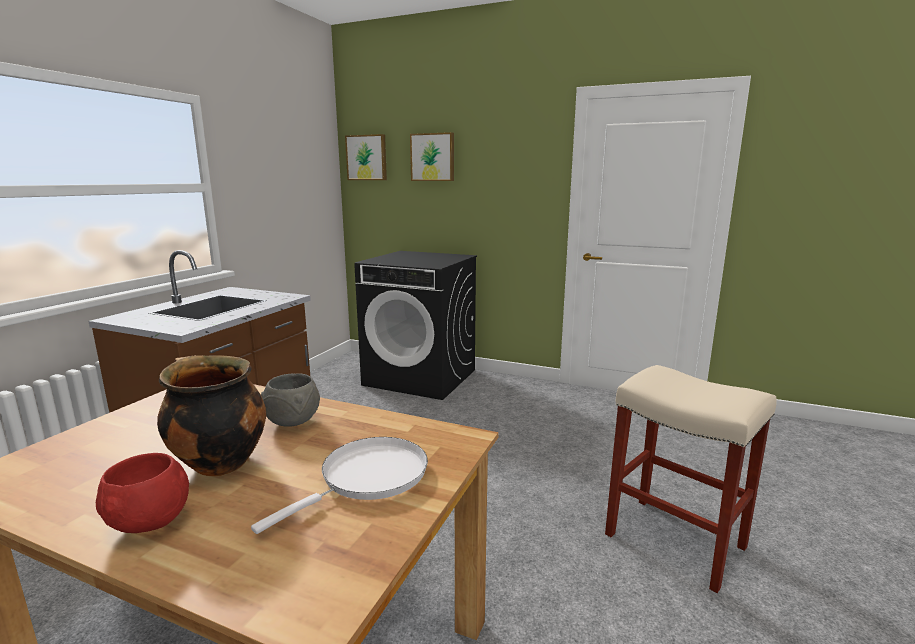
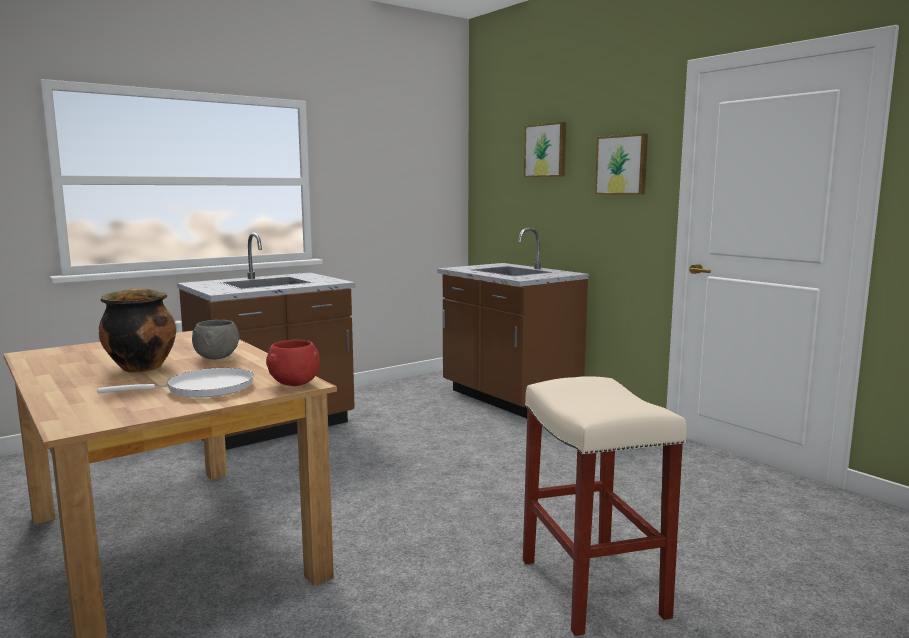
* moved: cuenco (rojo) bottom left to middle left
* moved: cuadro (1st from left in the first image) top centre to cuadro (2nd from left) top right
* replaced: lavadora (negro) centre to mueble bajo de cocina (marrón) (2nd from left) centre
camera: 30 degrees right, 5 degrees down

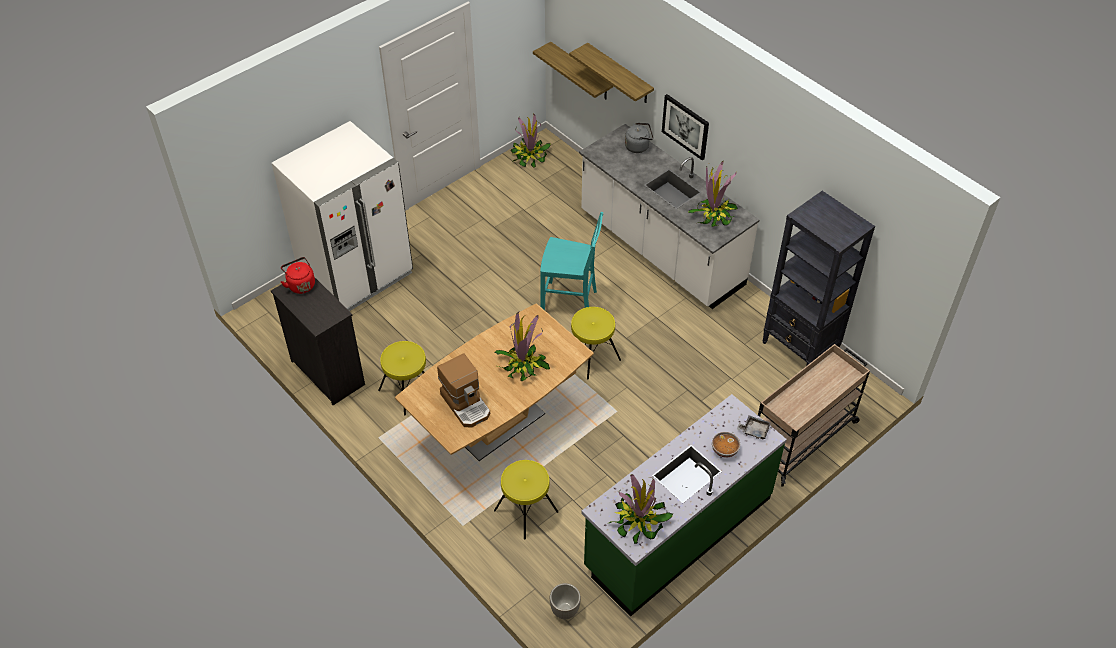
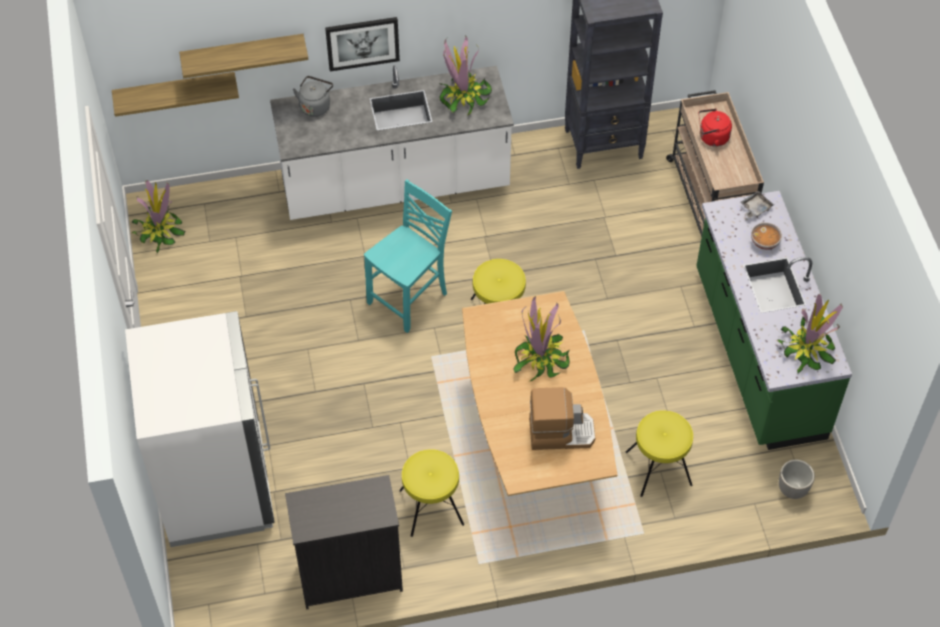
* moved: hervidor (rojo) middle left to top right
camera: 60 degrees left, 5 degrees up

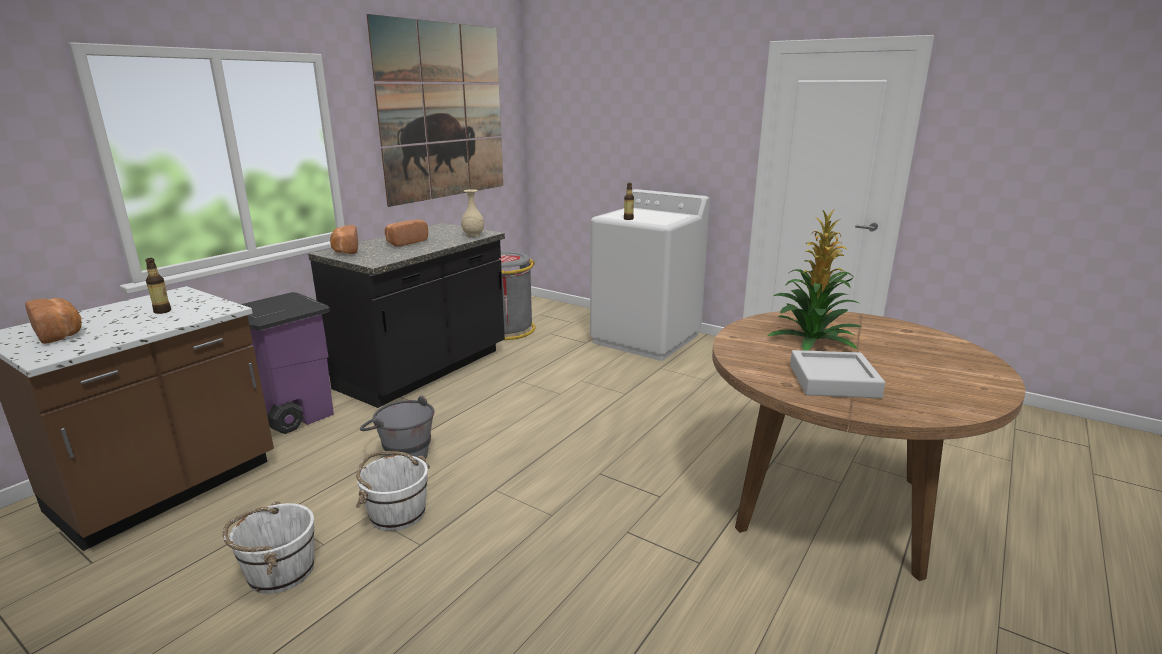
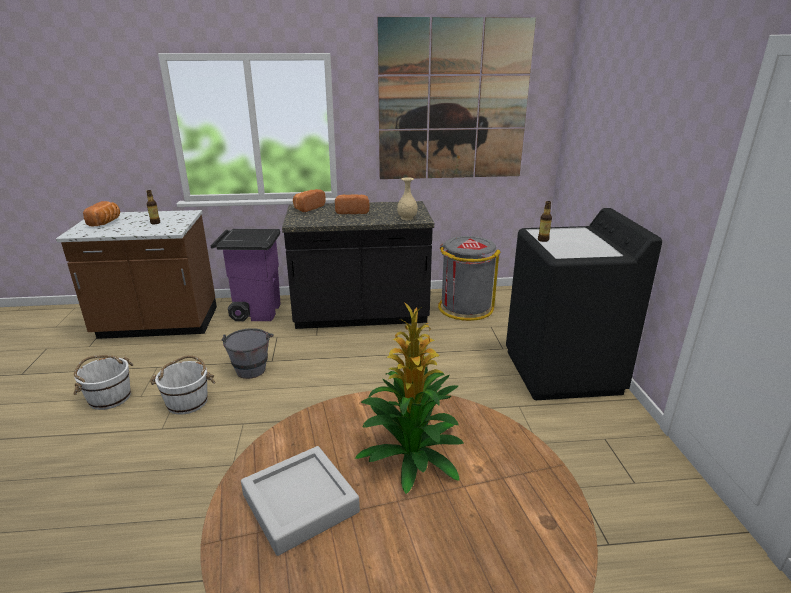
* recoloured: lavadora (blanco) centre to lavadora (negro) middle right
camera: 50 degrees right, 5 degrees up

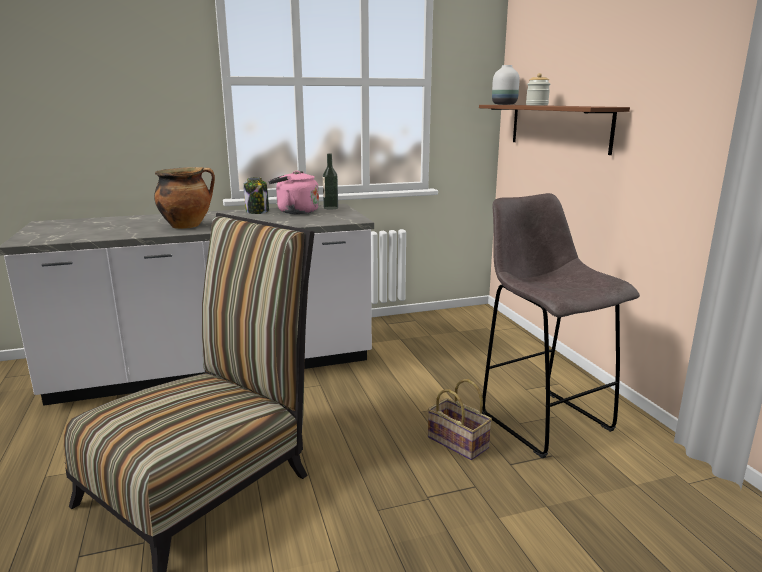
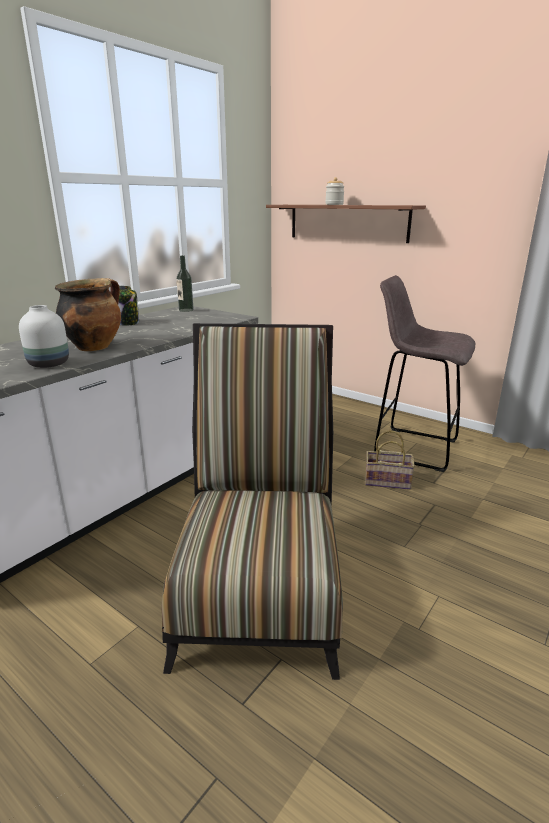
* removed: hervidor (rosa) centre
* moved: florero (blanco) top centre to middle left
camera: 35 degrees left, 5 degrees up

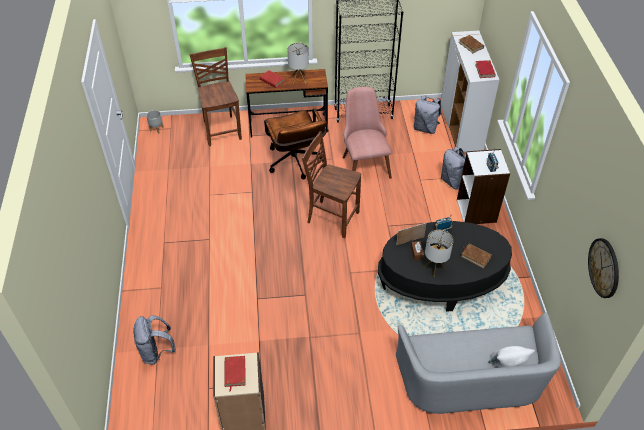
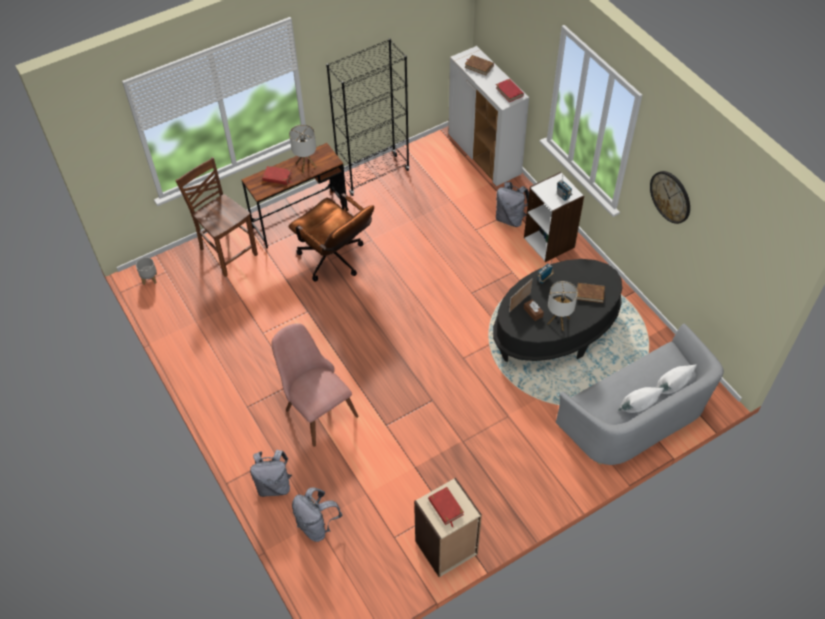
* removed: silla (marrón) (2nd from left) centre
* added: cojín (blanco) (1st from left) middle right
* moved: silla (rosa) top centre to centre
* moved: mochila (gris) (2nd from left in the first image) top centre to mochila (gris) (1st from left) bottom left
* moved: reloj de pared middle right to top right
camera: 25 degrees left, 5 degrees up

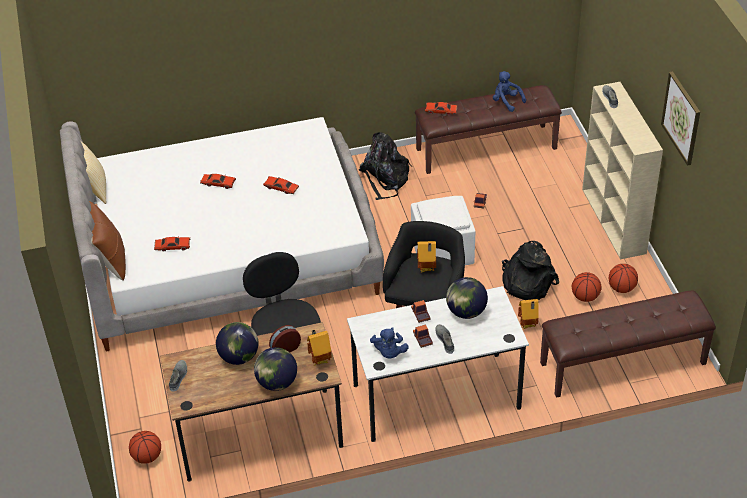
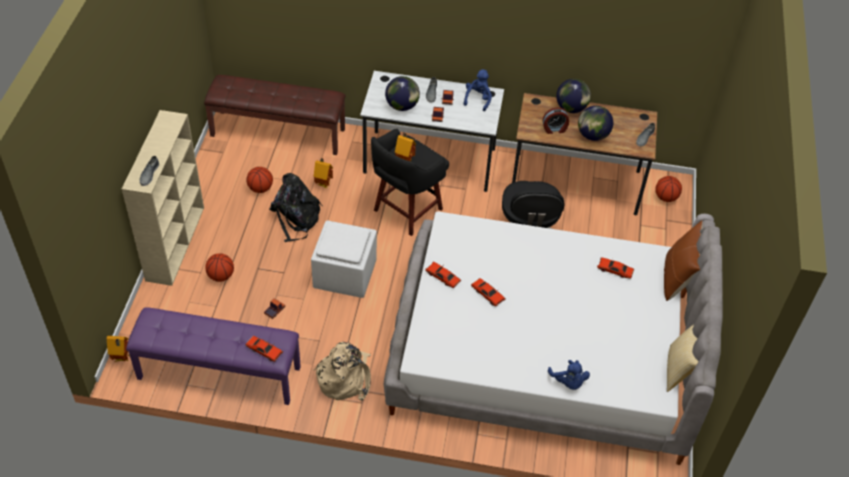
* removed: cuadro top right
* moved: coche de juguete (rojo) (2nd from left) middle left to centre
* moved: casita (1st from left) bottom centre to bottom left
* moved: peluche (azul) (2nd from left) top right to bottom right
* moved: balón de baloncesto (3rd from left in the first image) middle right to balón de baloncesto (1st from left) middle left
* recoloured: mochila (negro) (1st from left) centre to mochila (beis) bottom centre
* recoloured: banco (marrón) (1st from left) top centre to banco (morado) bottom left
camera: 160 degrees left, 5 degrees up

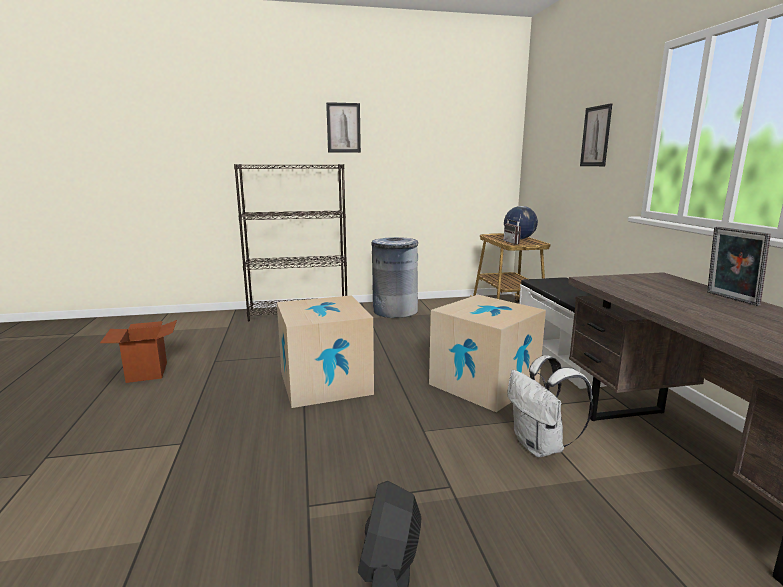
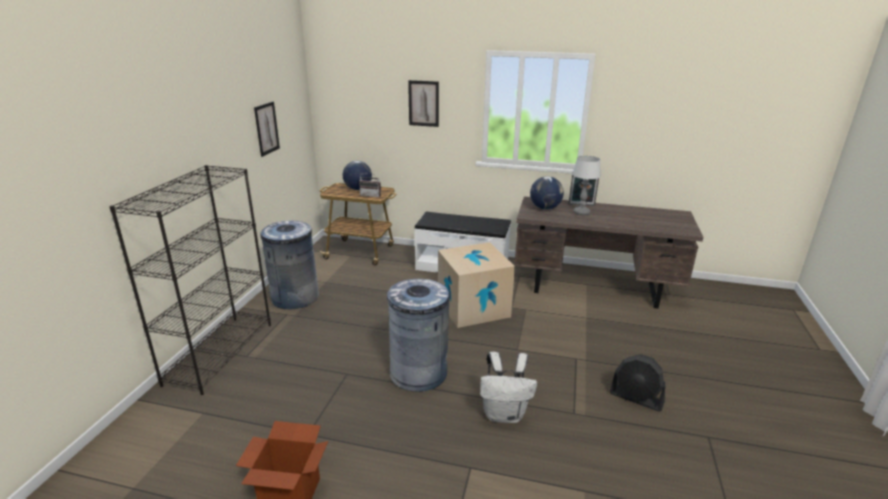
* added: globo terráqueo (2nd from left) centre
* added: lámpara de mesa centre
* moved: cuadro (1st from left) top centre to top left
* moved: mochila (blanco) bottom right to bottom centre
* replaced: caja de cartón (2nd from left) centre to papelera (gris) (2nd from left) bottom centre
camera: 65 degrees left, 10 degrees up

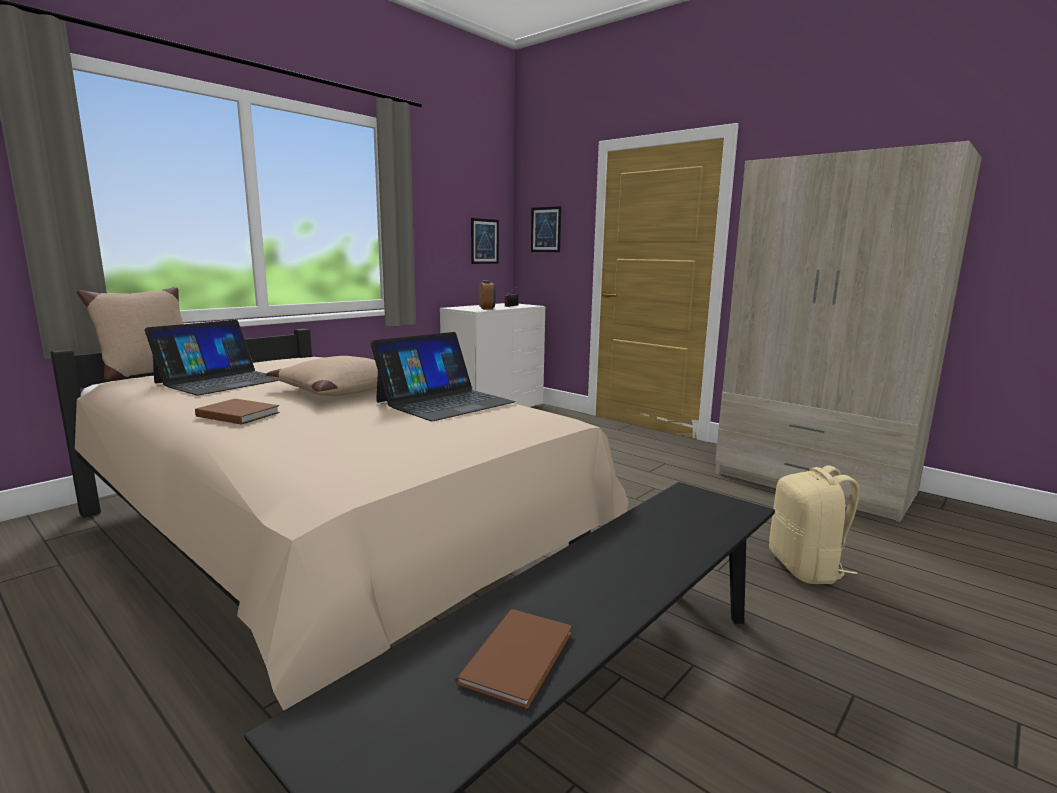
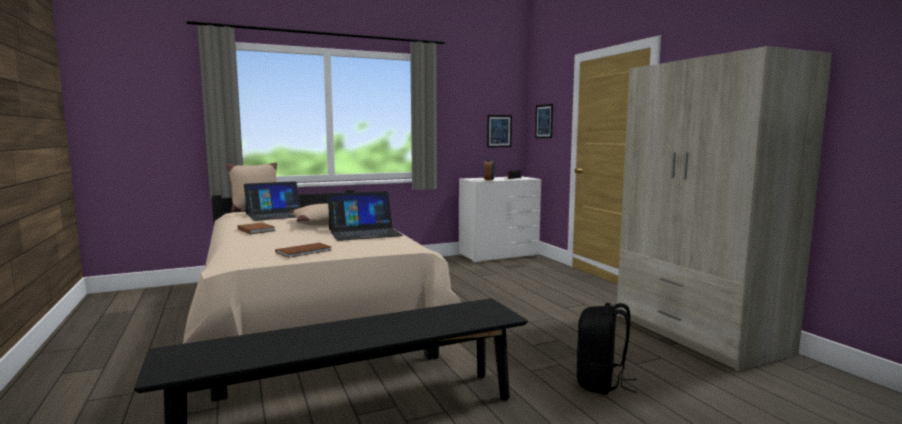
* moved: libro (marrón) (2nd from left) bottom centre to centre
* recoloured: mochila (beis) middle right to mochila (negro) bottom right
camera: 25 degrees right, 5 degrees down

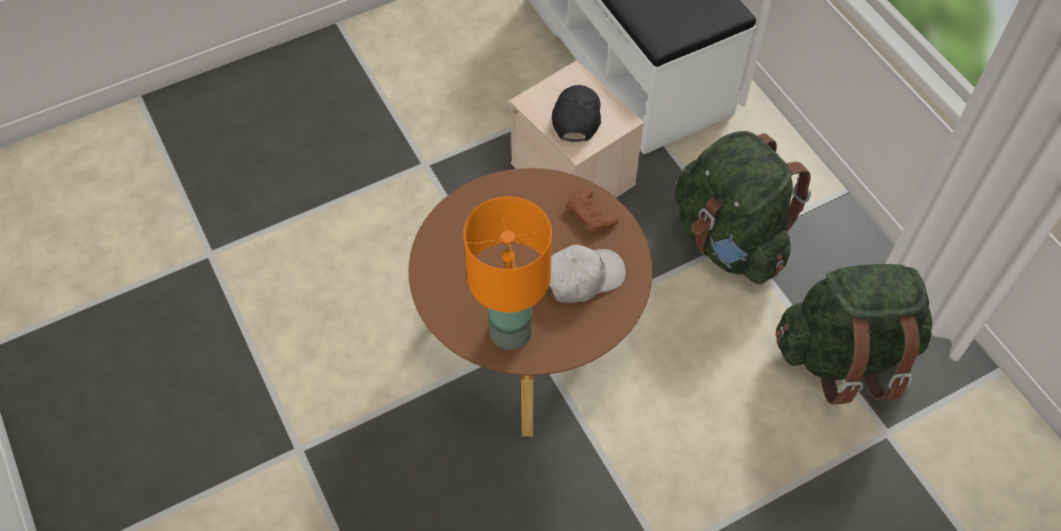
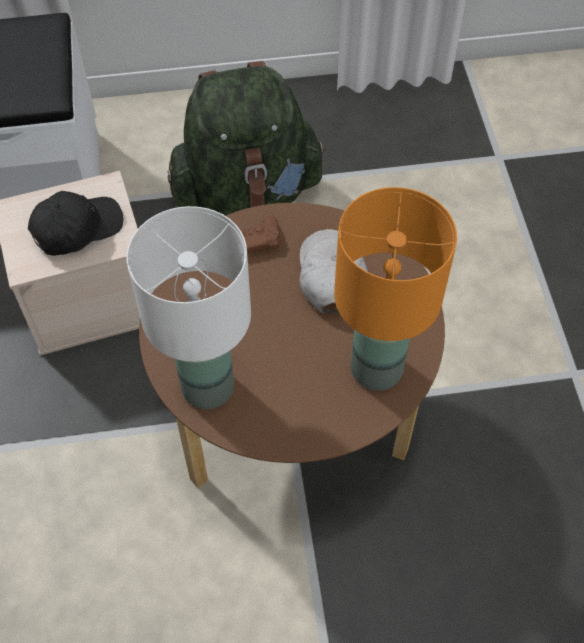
* removed: mochila (verde) (2nd from left) middle right
* added: lámpara de mesa (blanco) middle left
* turned: gorra (negro) top centre = middle left 120 degrees clockwise
camera: 70 degrees left, 0 degrees up

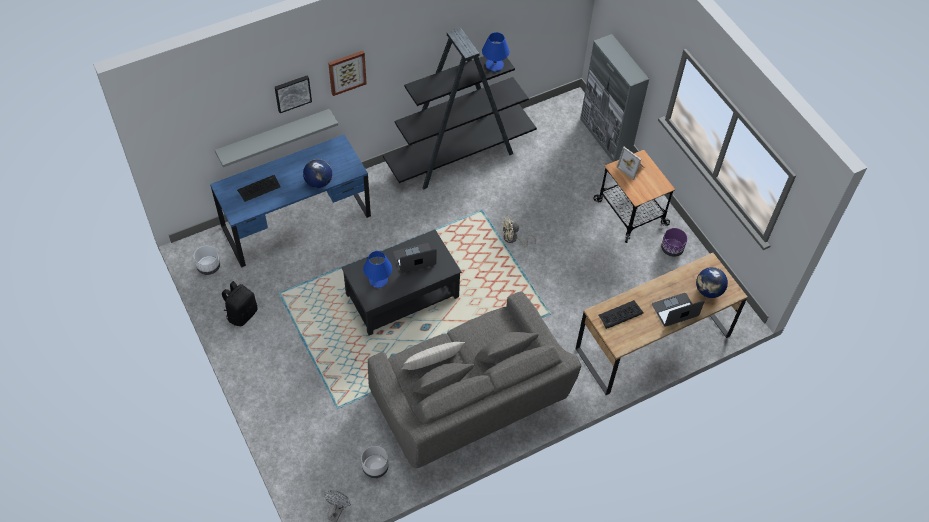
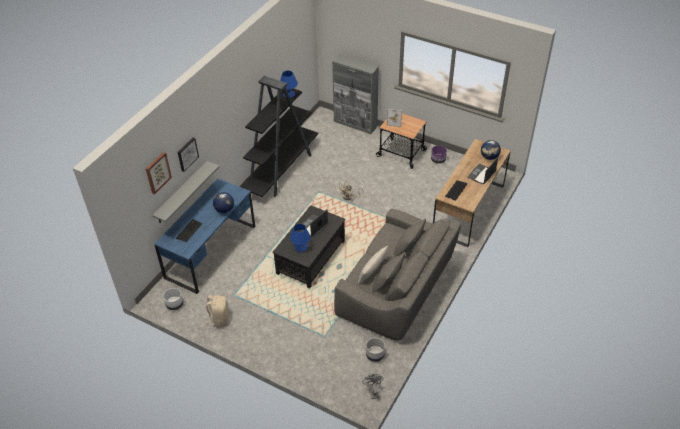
* moved: cuadro (2nd from left in the first image) top centre to cuadro (1st from left) middle left
* recoloured: mochila (negro) middle left to mochila (beis) bottom left
camera: 30 degrees left, 10 degrees down

